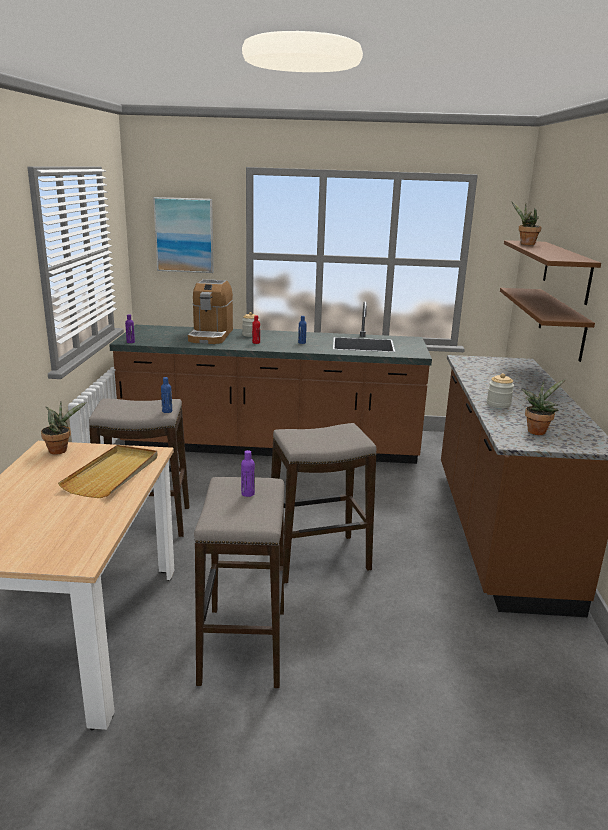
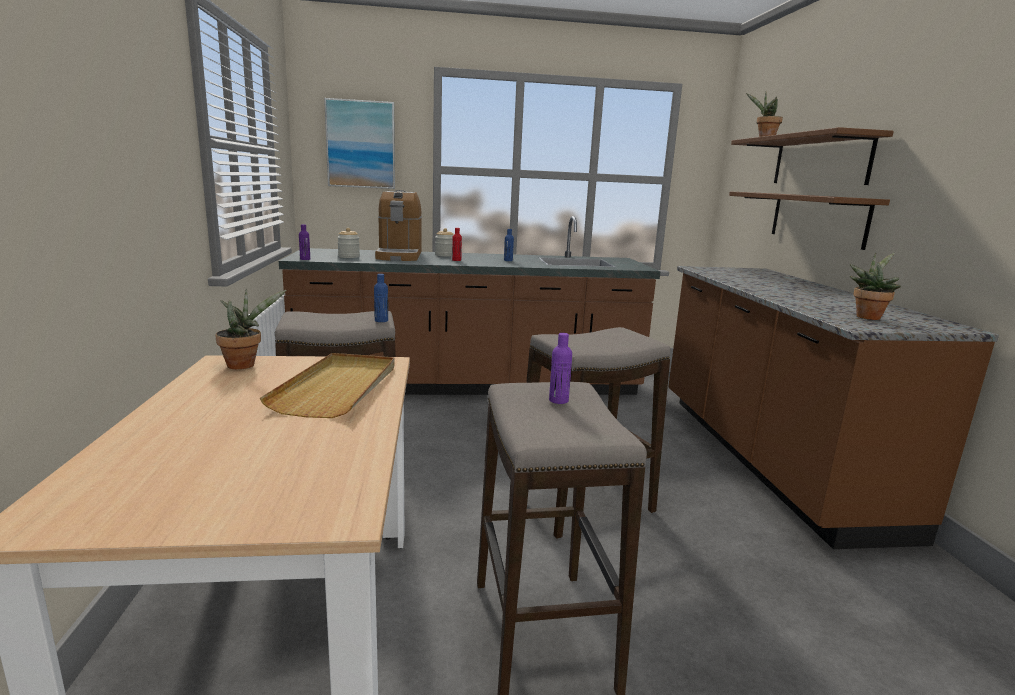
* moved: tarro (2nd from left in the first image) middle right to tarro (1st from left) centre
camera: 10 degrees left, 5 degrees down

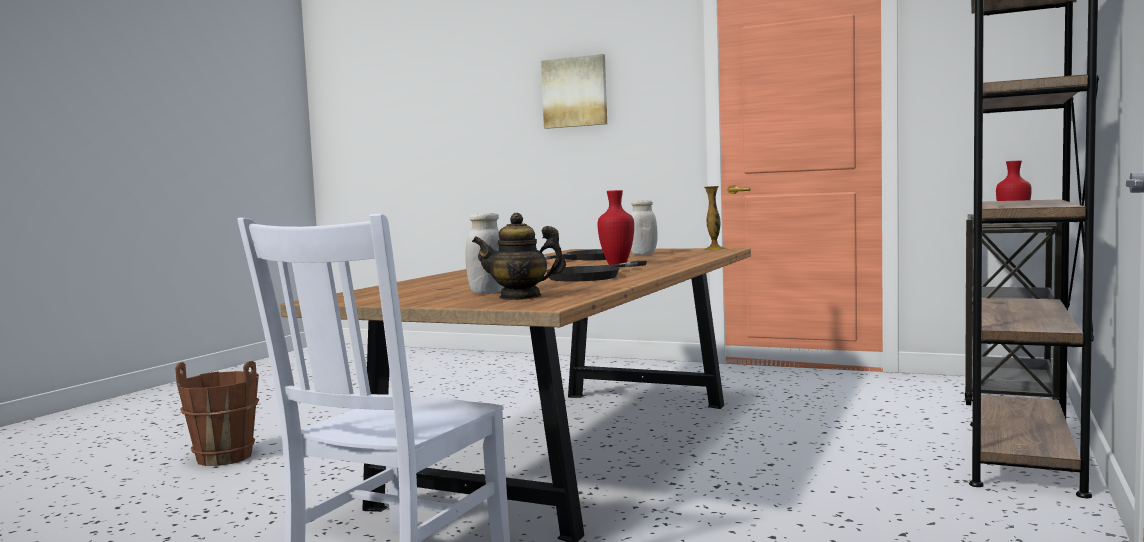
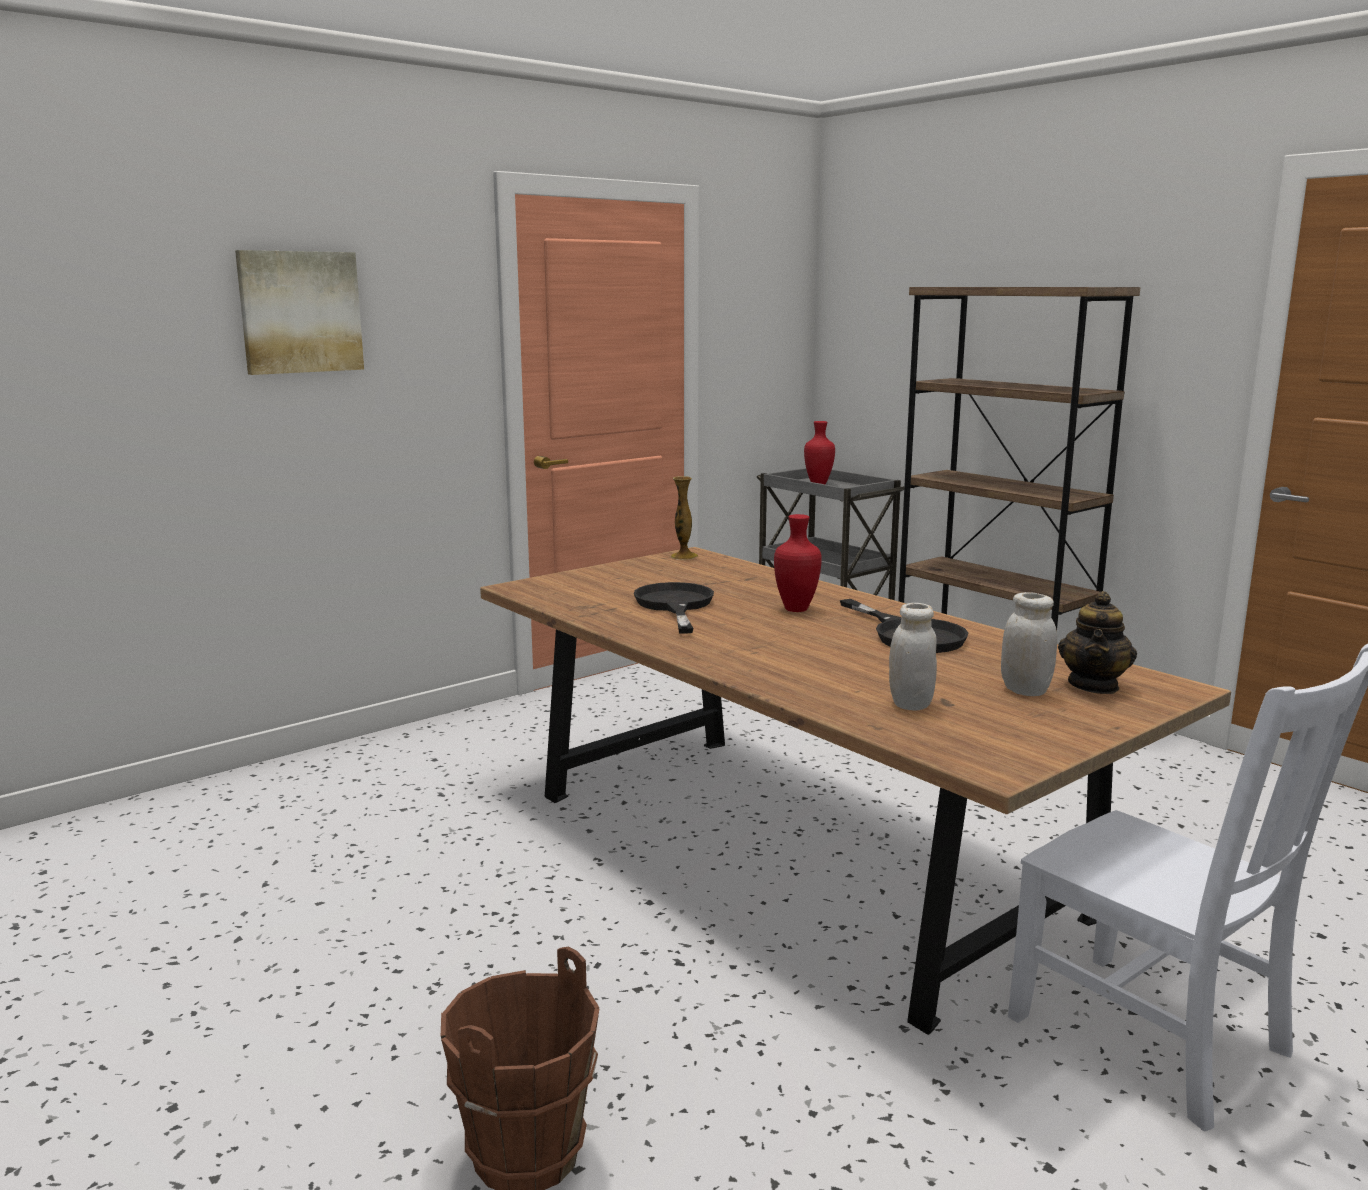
* moved: tarro (blanco) (2nd from left in the first image) centre to tarro (blanco) (1st from left) middle right
camera: 65 degrees left, 10 degrees up

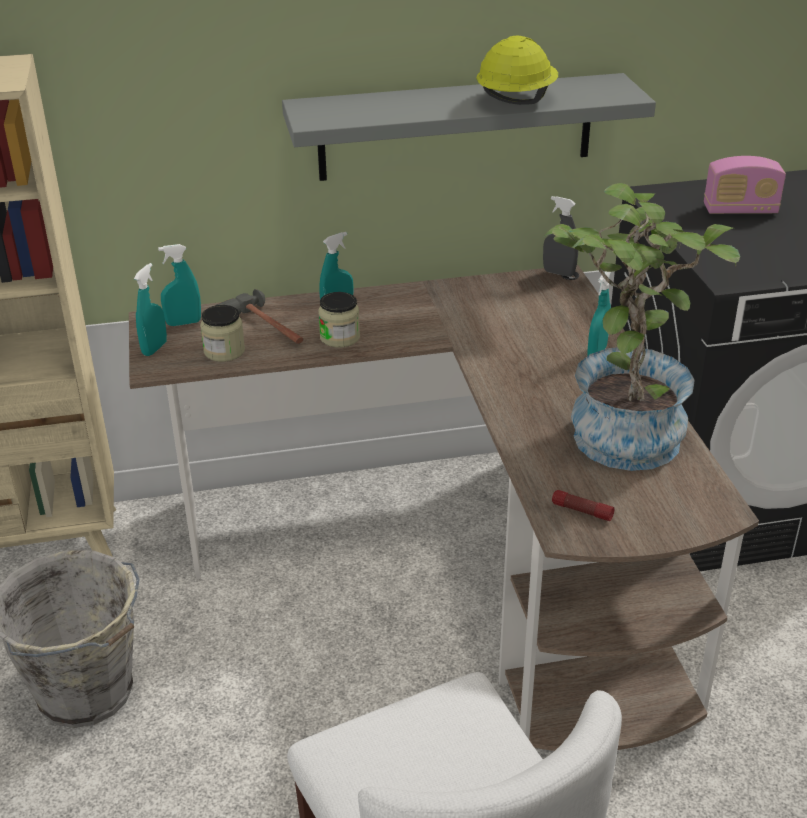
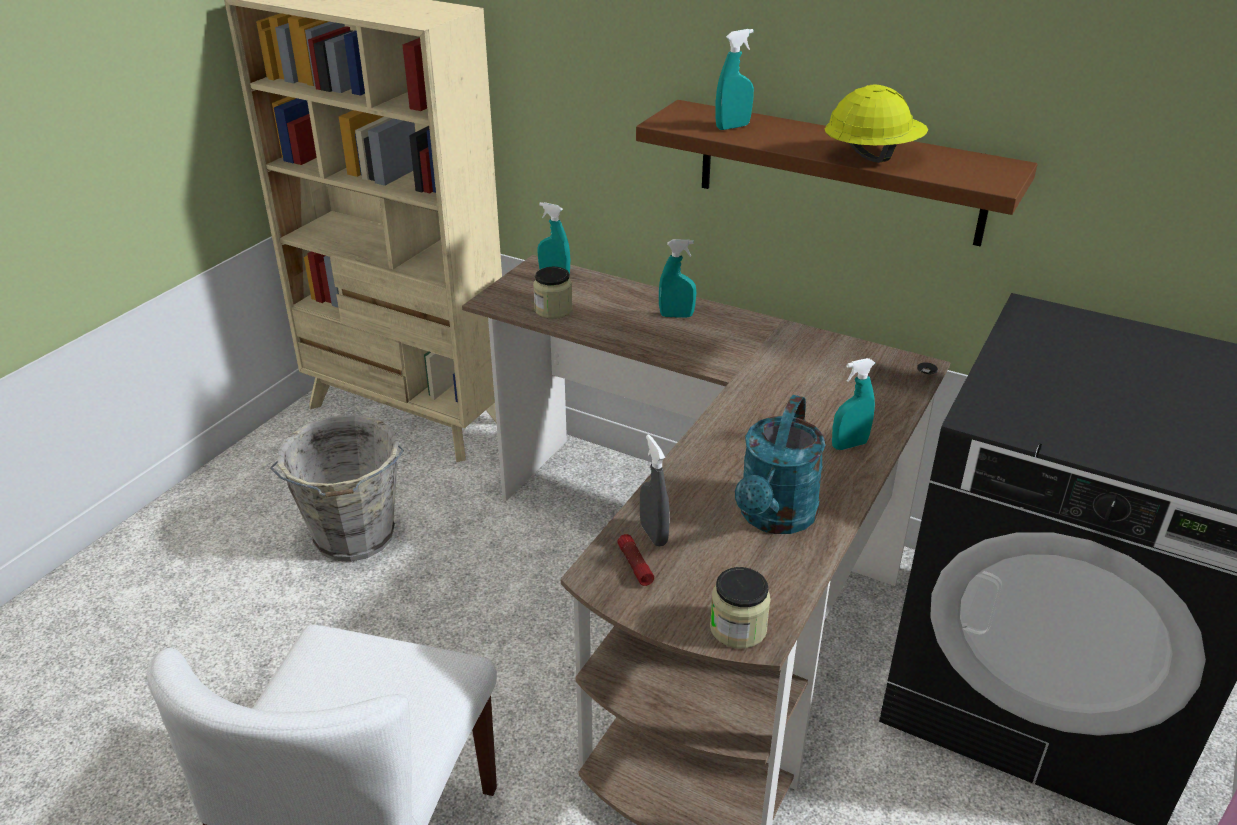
* removed: martillo middle left
* removed: radio top right
* moved: pulverizador (turquesa) (1st from left in the first image) middle left to pulverizador (turquesa) (3rd from left) top centre
* moved: tarro (2nd from left) centre to bottom centre
* moved: pulverizador (gris) top right to centre
* replaced: planta en maceta middle right to regadera (turquesa) centre
* recoloured: estante (gris) top centre to estante (marrón) top right
camera: 40 degrees right, 0 degrees up

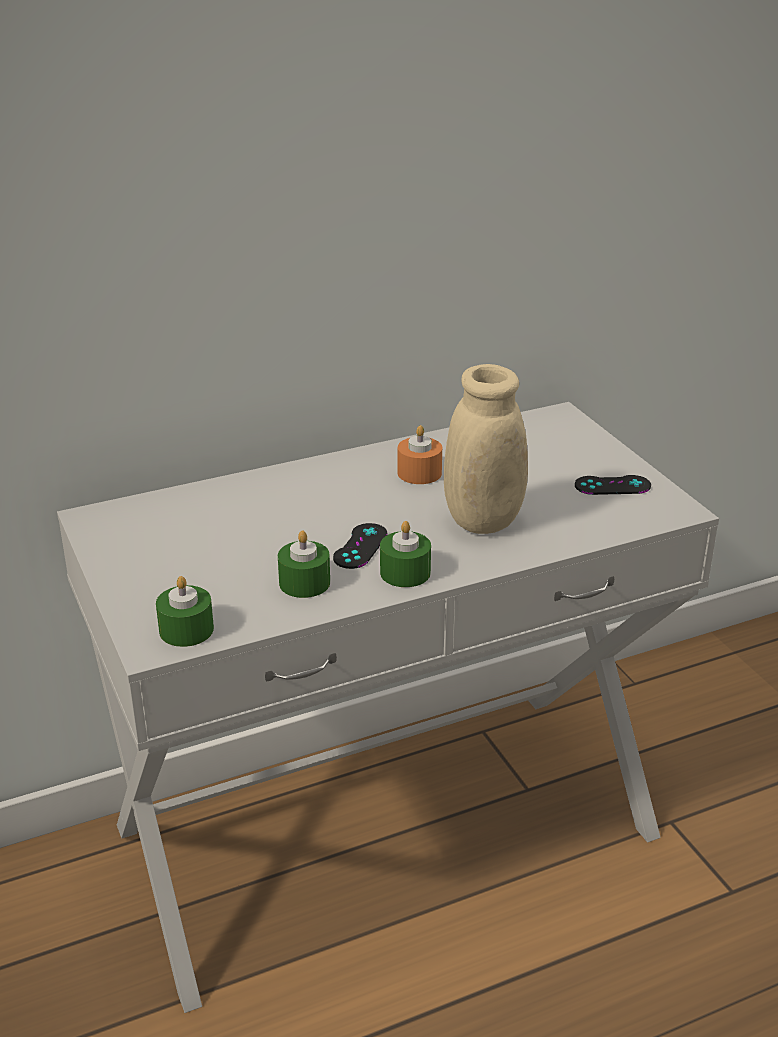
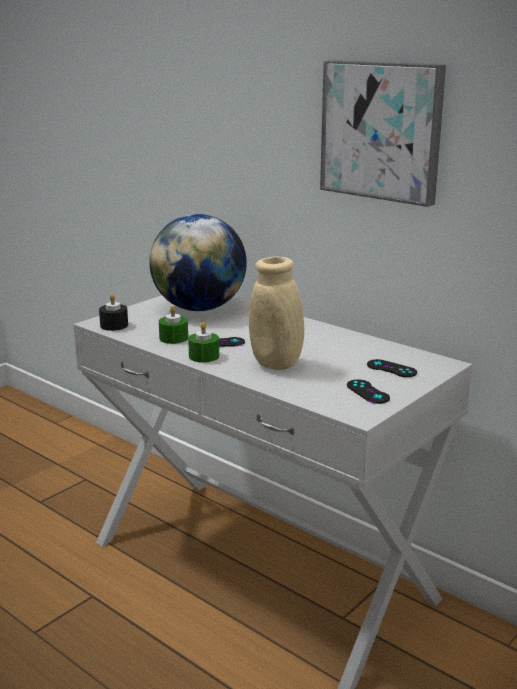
* removed: vela (naranja) centre
* added: globo terráqueo centre
* added: cuadro top right
* added: mando de consola (negro) (3rd from left) middle right
* recoloured: vela (verde) (1st from left) middle left to vela (negro) middle left
camera: 65 degrees right, 10 degrees down

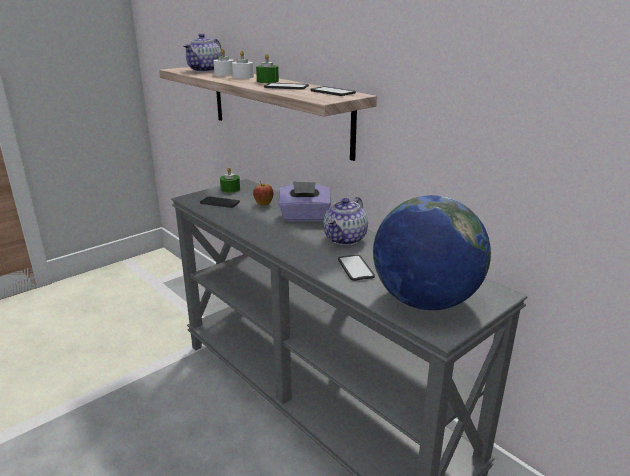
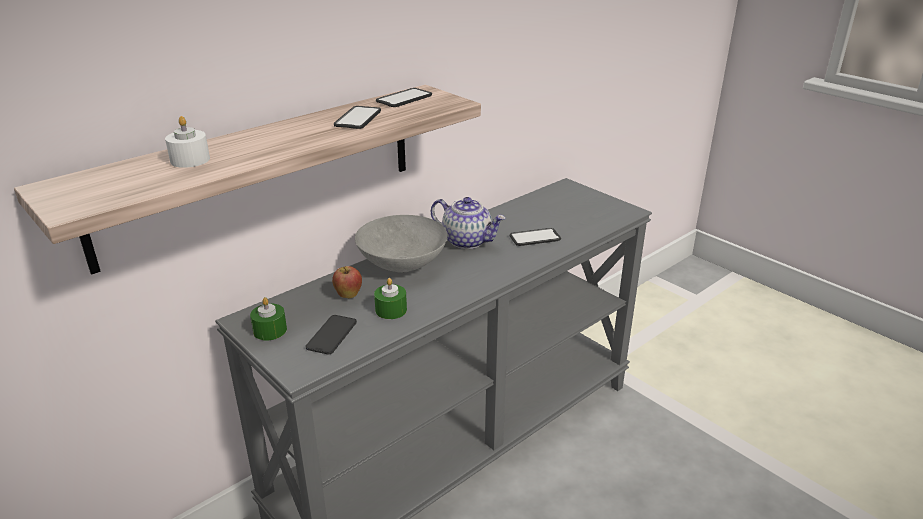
* removed: tetera (1st from left) top left
* removed: vela (blanco) (2nd from left) top centre
* removed: globo terráqueo middle right
* moved: vela (verde) (2nd from left) top centre to centre
* replaced: caja de pañuelos (morado) centre to cuenco (gris) centre
camera: 90 degrees left, 5 degrees up

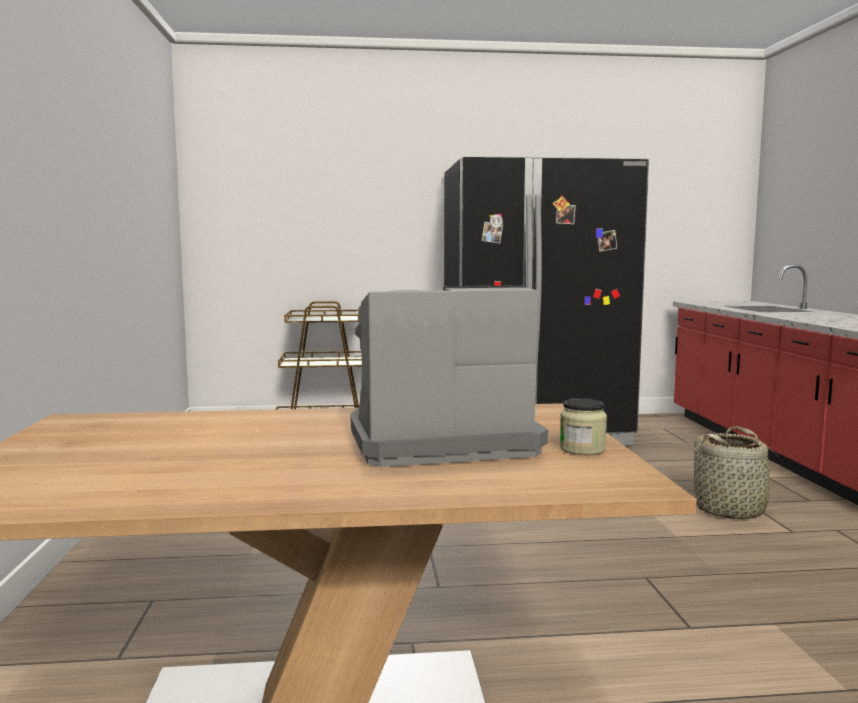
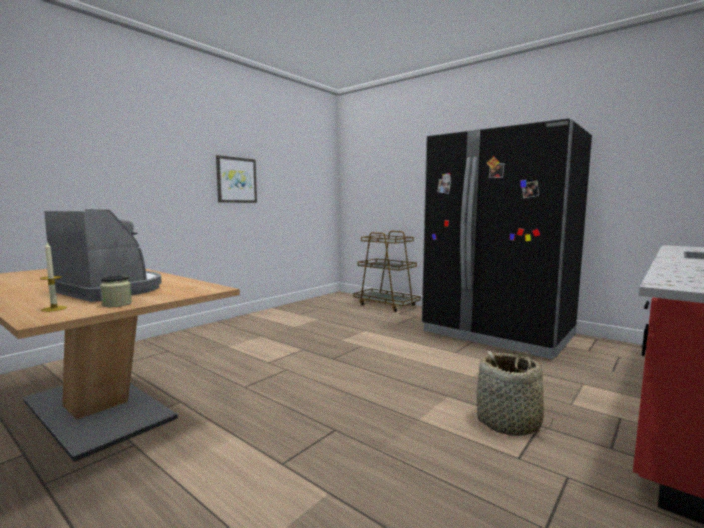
* added: vela middle left
* added: cuadro centre
camera: 45 degrees right, 0 degrees up

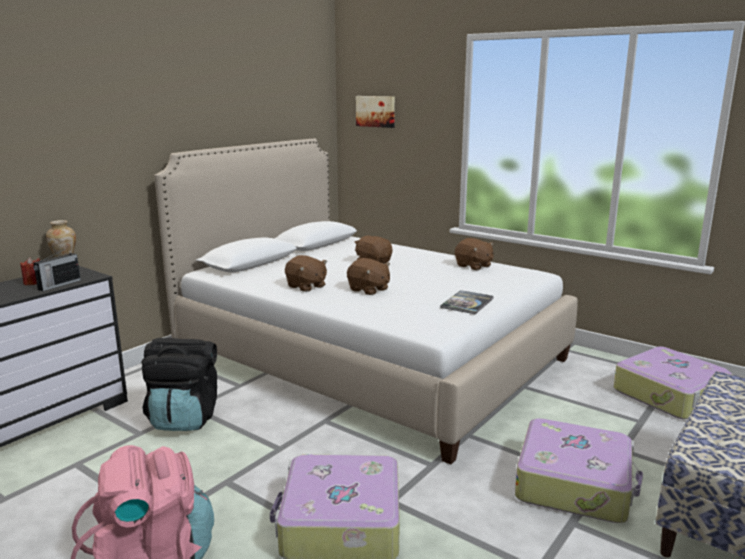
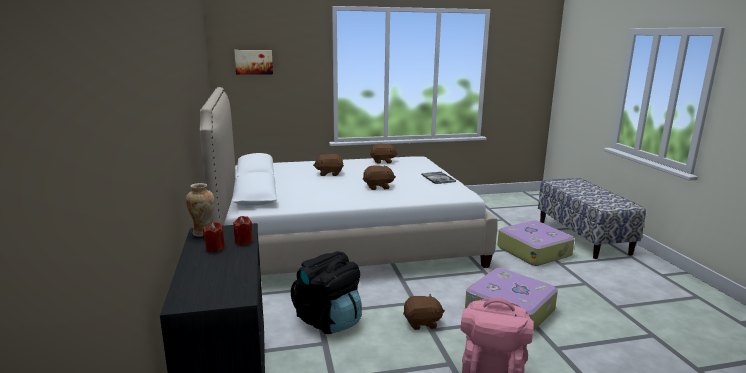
* removed: maleta (3rd from left) bottom right
* moved: peluche (marrón) (1st from left in the first image) centre to peluche (marrón) (4th from left) bottom centre
* replaced: radio middle left to vela (rojo) (2nd from left) middle left
camera: 50 degrees left, 0 degrees up

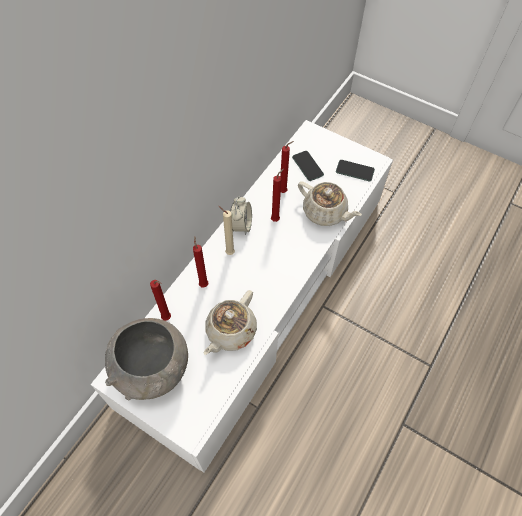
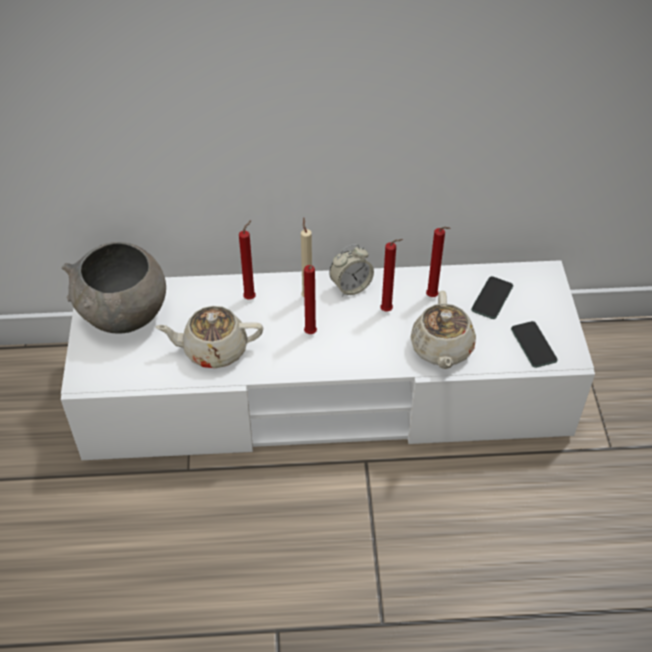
* moved: vela (rojo) (1st from left in the first image) middle left to vela (rojo) (2nd from left) centre
camera: 55 degrees right, 10 degrees down

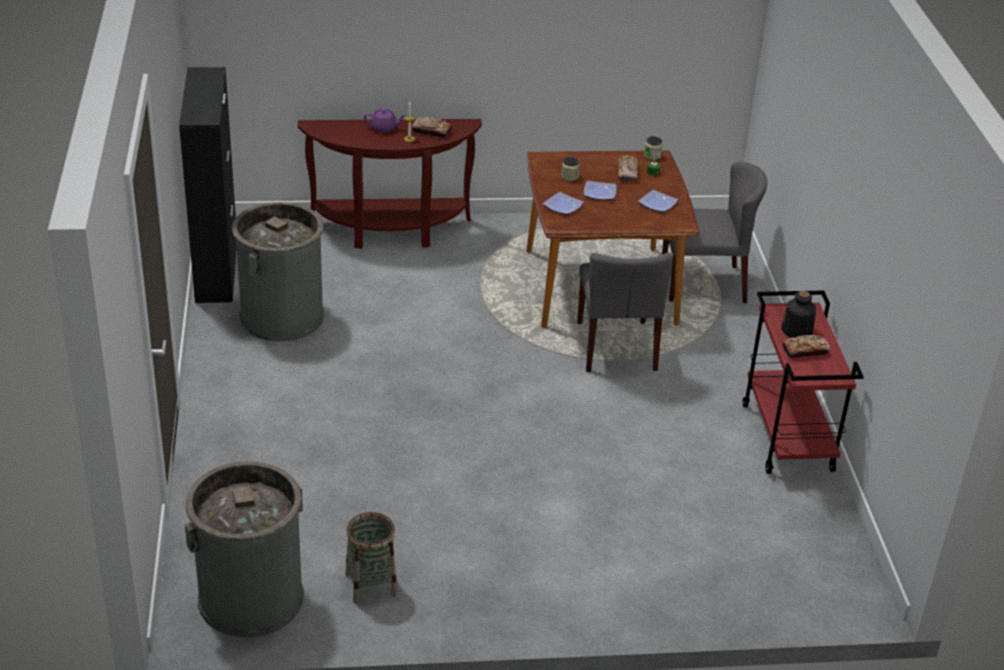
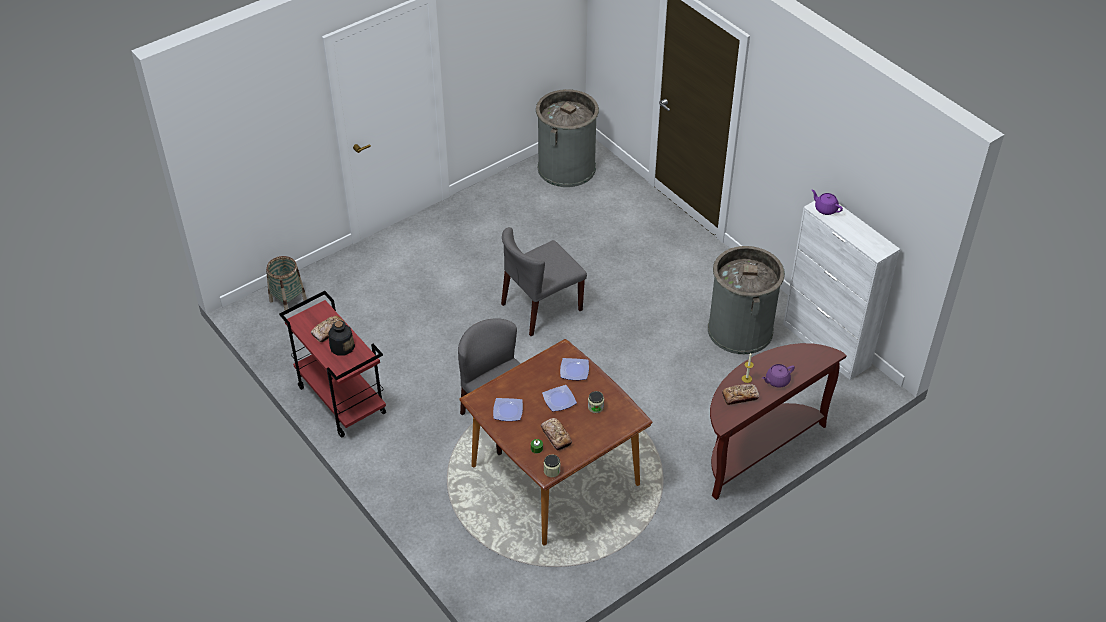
* added: tetera (morado) (2nd from left) top right
* moved: cesta bottom centre to middle left
* moved: silla (gris) (2nd from left) middle right to centre
* recoloured: armario (negro) top left to armario (blanco) middle right
camera: 150 degrees right, 10 degrees up

